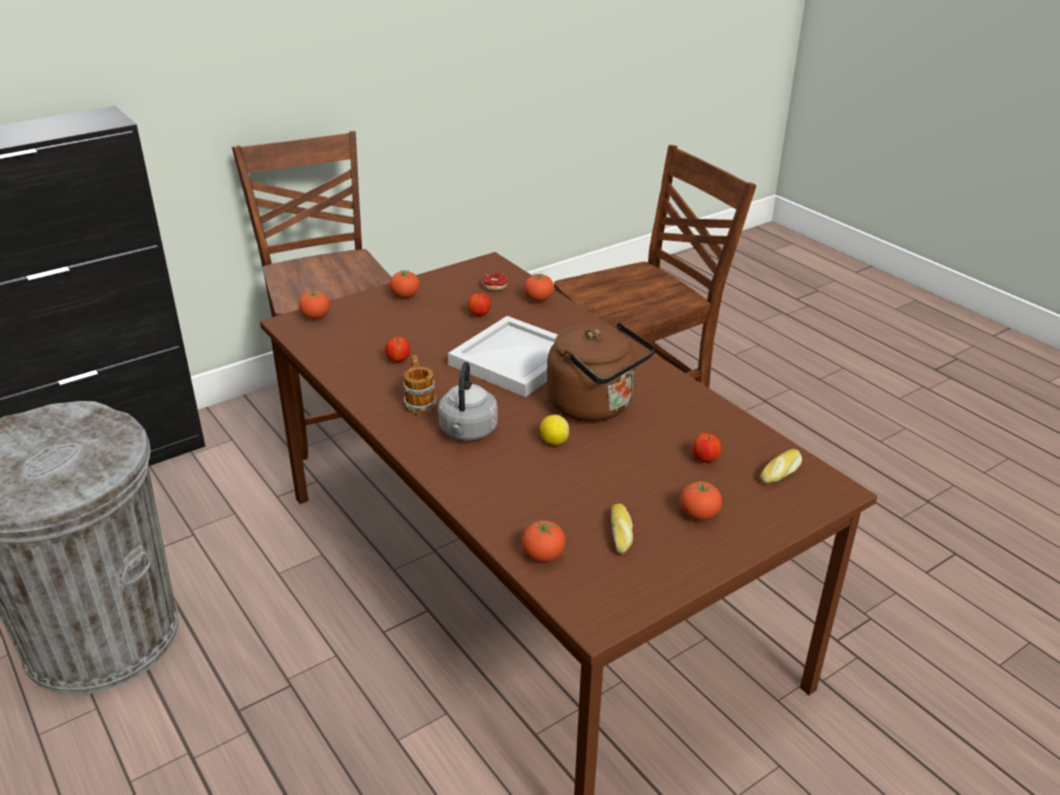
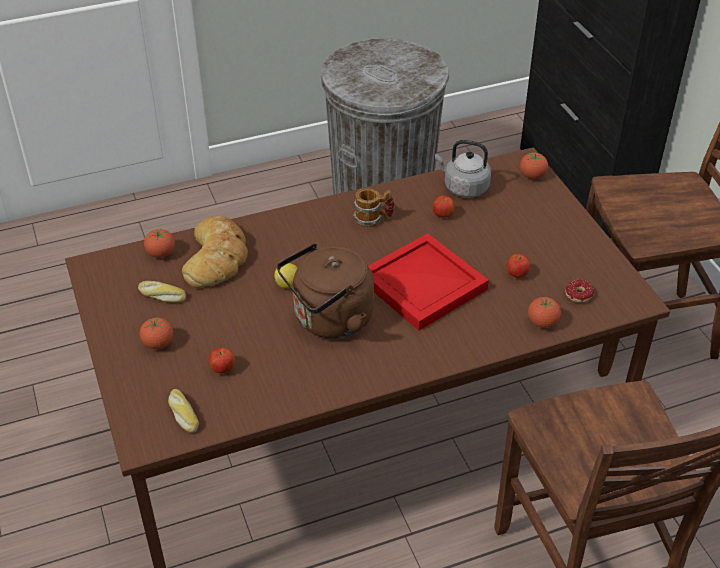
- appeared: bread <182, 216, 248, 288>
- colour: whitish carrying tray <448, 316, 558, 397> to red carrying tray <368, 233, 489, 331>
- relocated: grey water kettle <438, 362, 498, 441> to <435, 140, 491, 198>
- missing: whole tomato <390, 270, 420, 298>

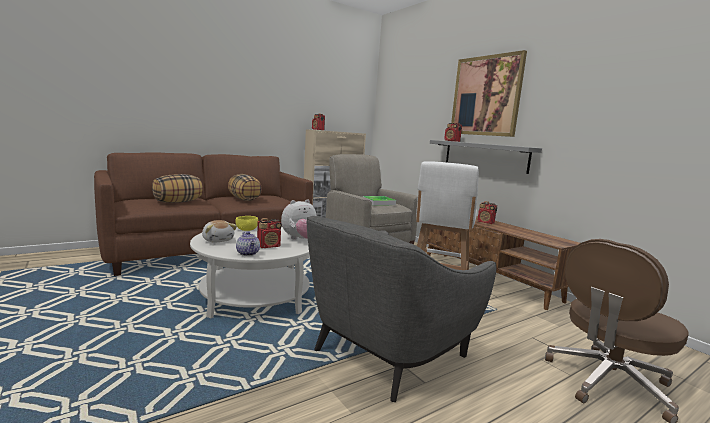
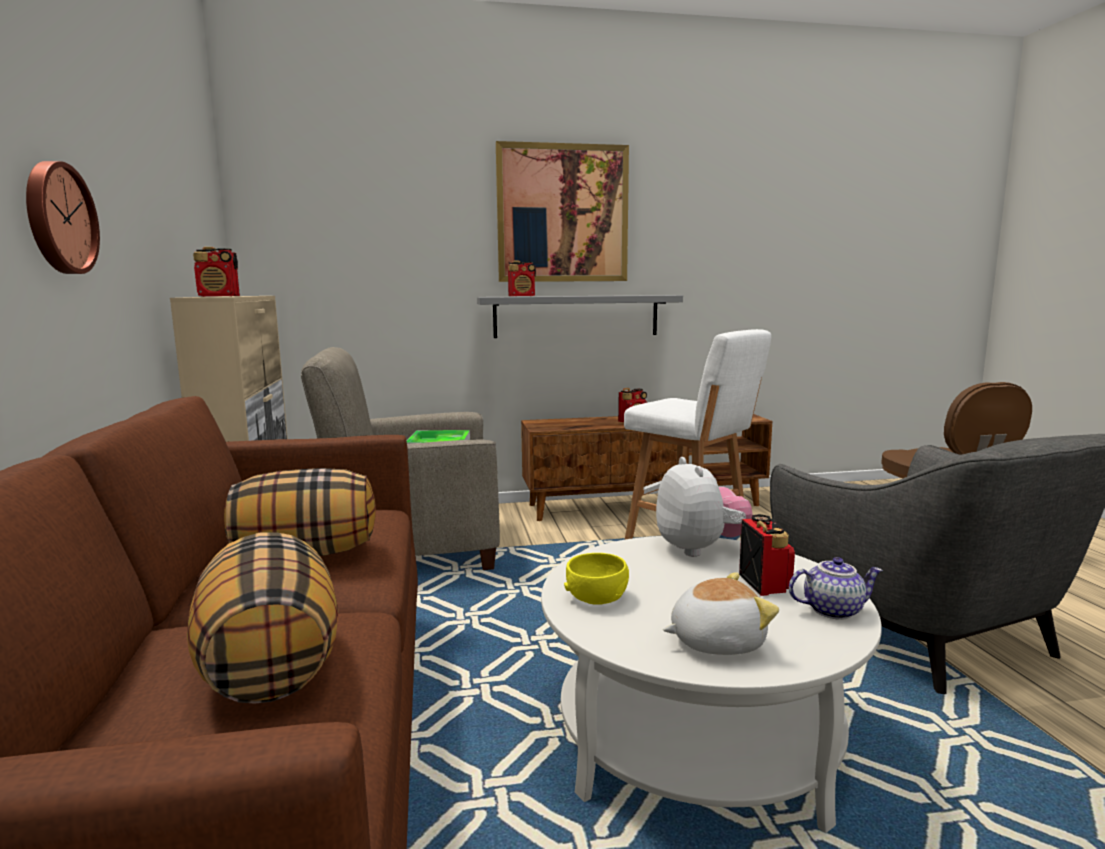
- appeared: wall clock <26, 161, 100, 274>

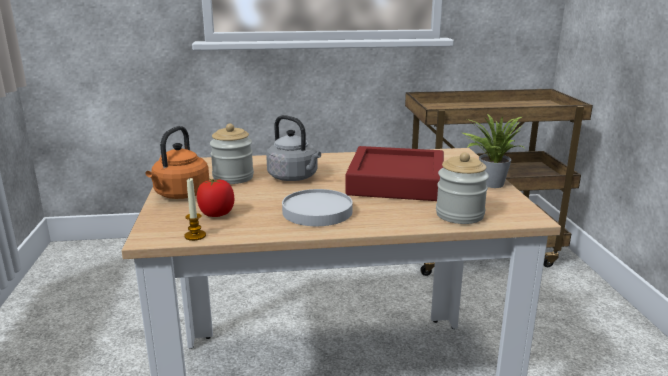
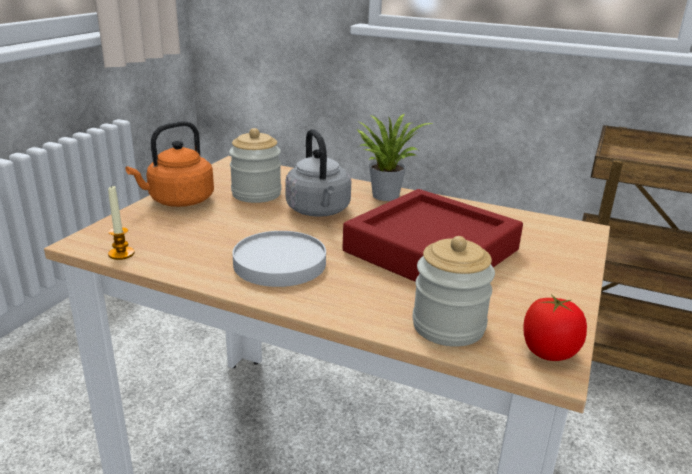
- relocated: houseplant <463, 114, 525, 188> to <357, 114, 433, 201>
- relocated: whole tomato <197, 178, 234, 217> to <523, 294, 587, 361>

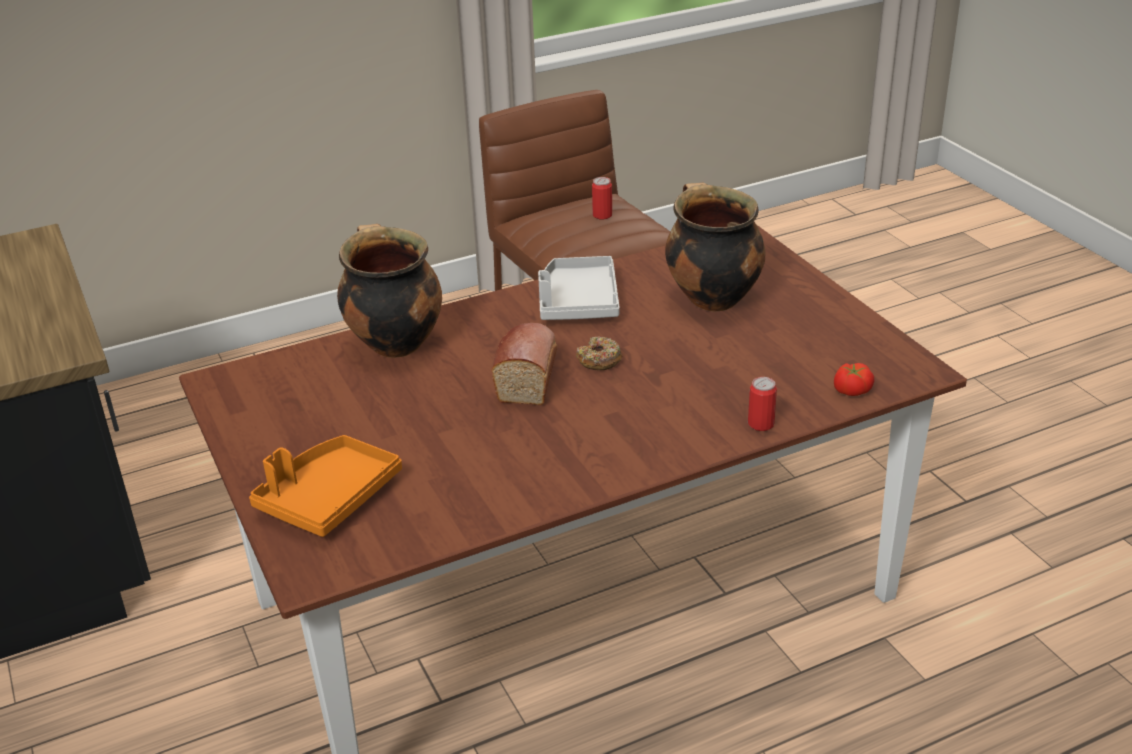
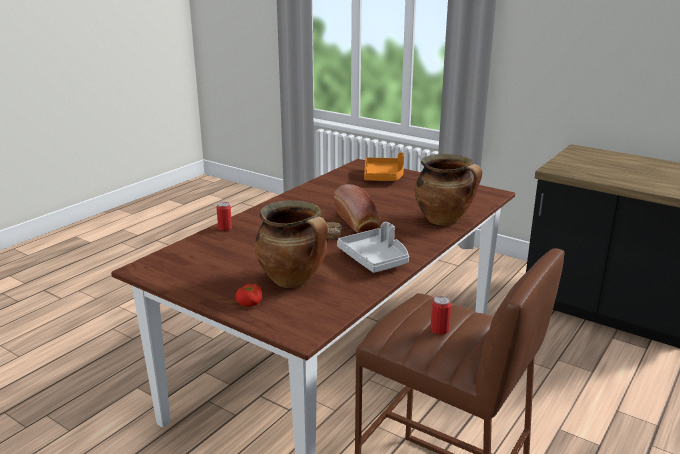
- relocated: whole tomato <834, 363, 875, 396> to <236, 284, 262, 307>

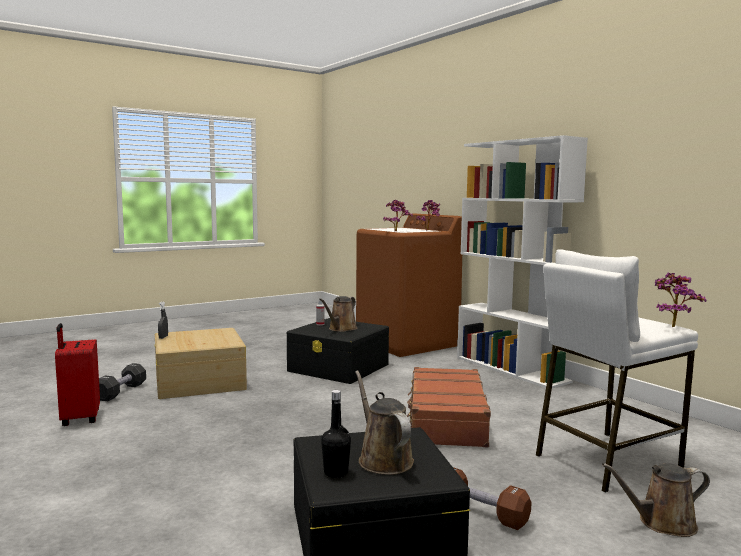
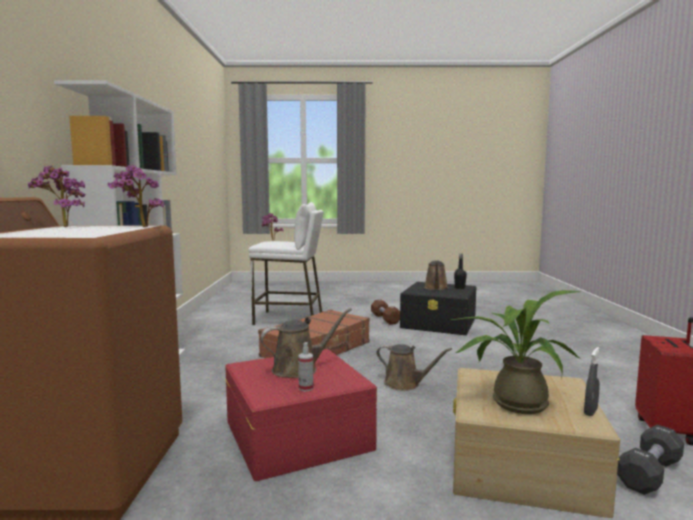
- colour: black storage container <287, 318, 389, 384> to red storage container <225, 349, 377, 481>
- relocated: brown-coloured watering pot <602, 463, 710, 537> to <376, 344, 452, 391>
- appeared: houseplant <451, 290, 581, 414>

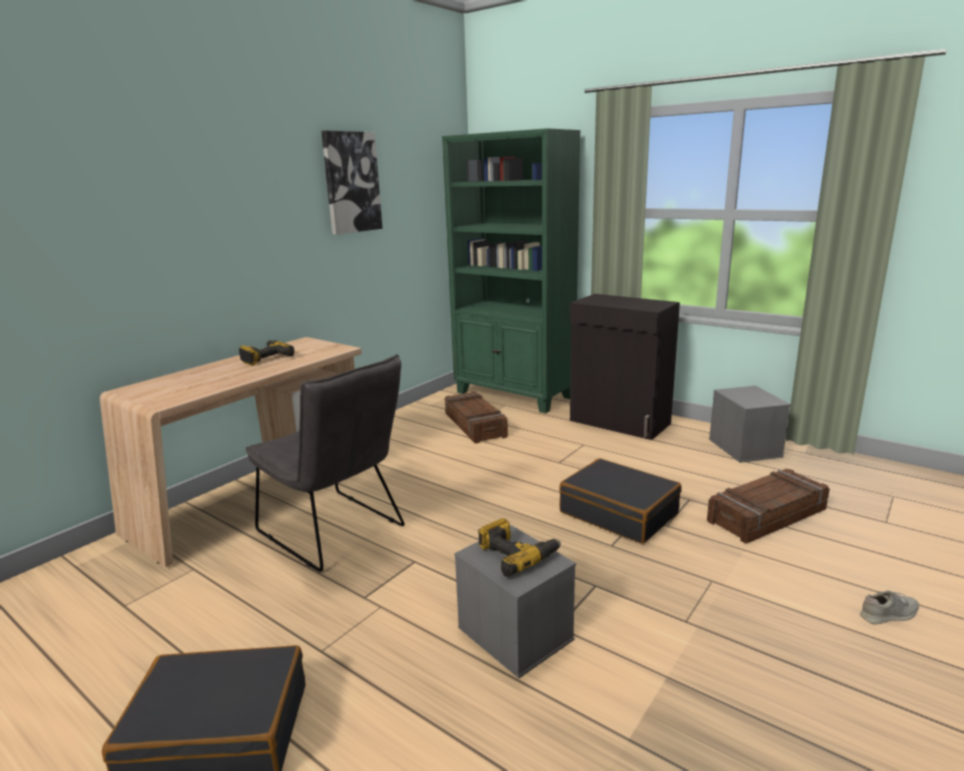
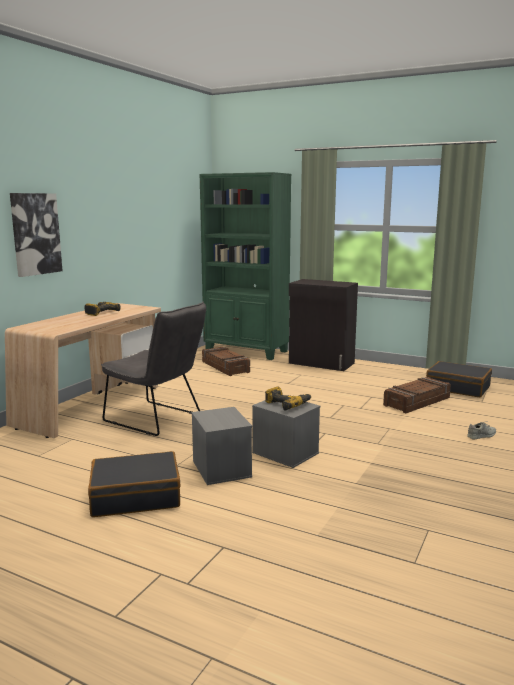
- relocated: picture <321, 131, 383, 235> to <10, 193, 63, 277>
- relocated: grey storage container <709, 386, 791, 463> to <192, 407, 252, 485>
- relocated: black piece of luggage <559, 458, 682, 544> to <426, 361, 492, 397>

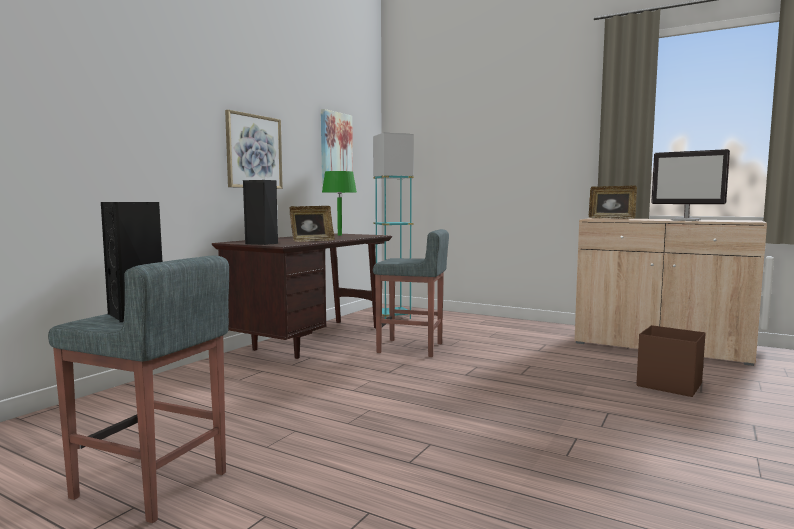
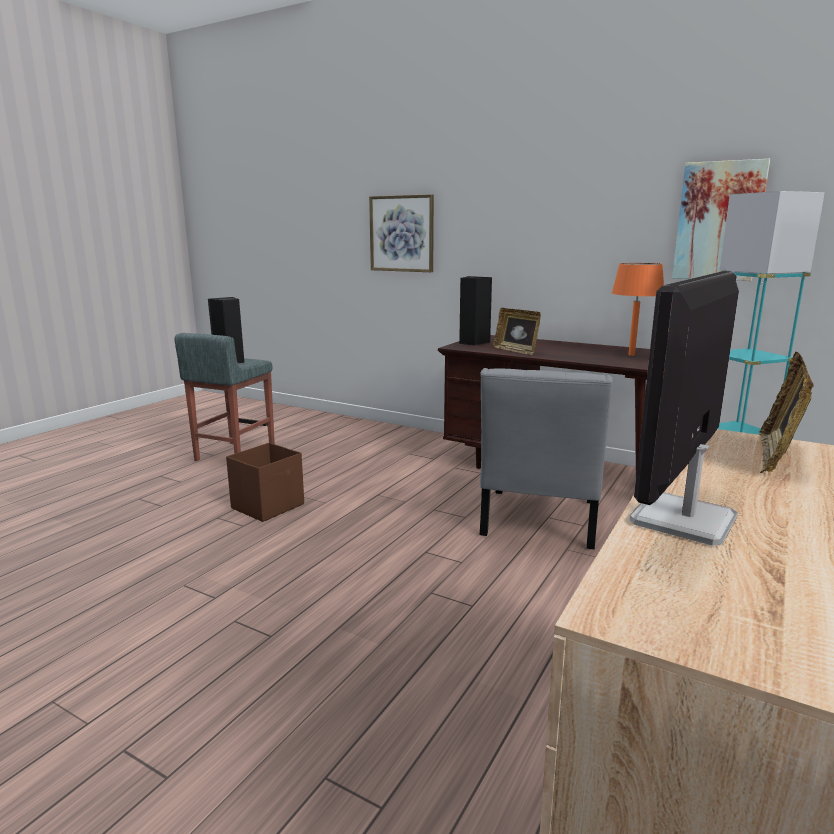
- relocated: brown-coloured storage container <636, 325, 705, 397> to <226, 443, 304, 522>
- relocated: picture <225, 110, 283, 189> to <369, 194, 434, 272>
- exchanged: grey stool seat <373, 229, 449, 357> to grey chair <480, 368, 613, 549>
- colour: green-coloured lamp for a table <322, 171, 357, 236> to orange-coloured lamp for a table <612, 263, 664, 356>

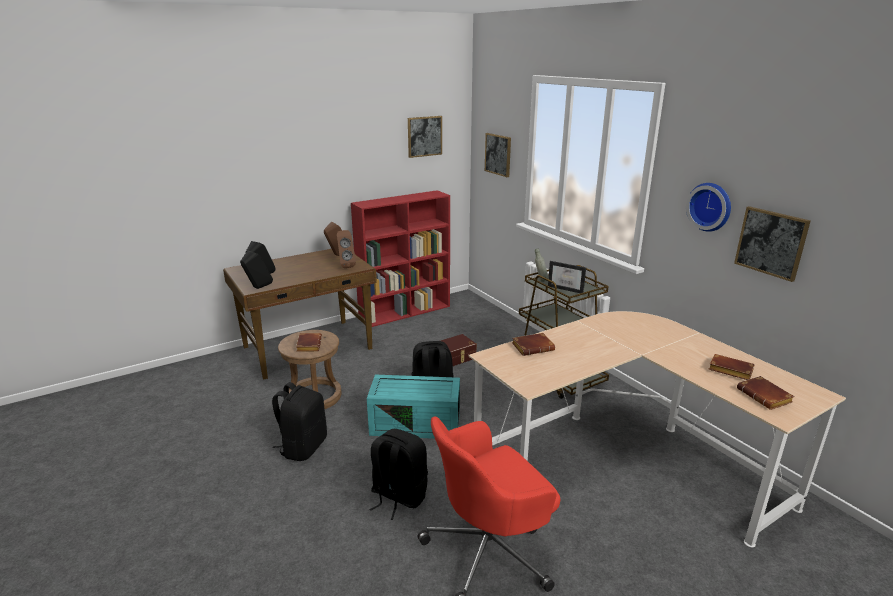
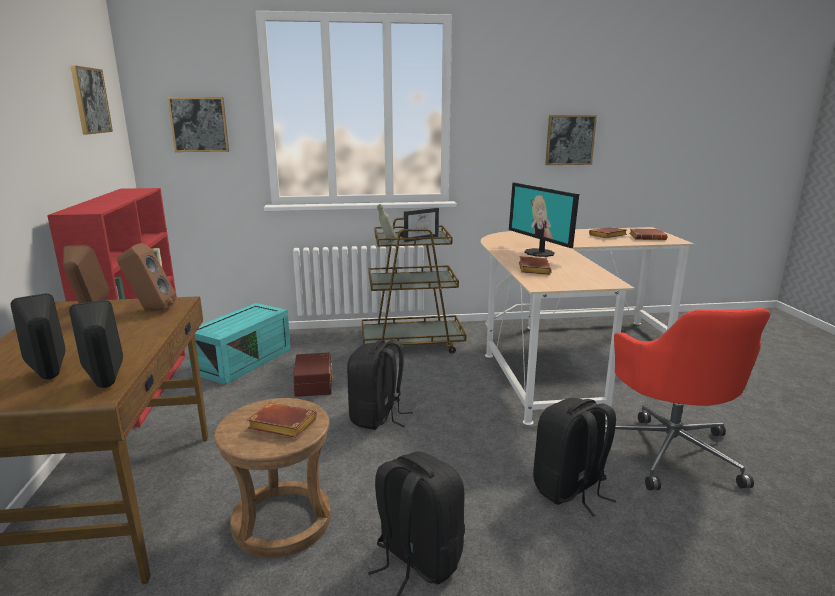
- relocated: blue-green storage container <367, 374, 460, 439> to <188, 303, 291, 385>
- appeared: computer display <509, 183, 579, 257>
- missing: wall clock <686, 183, 731, 232>

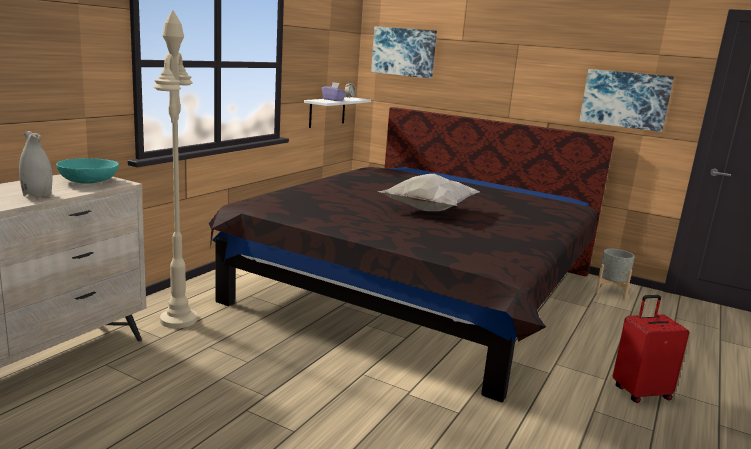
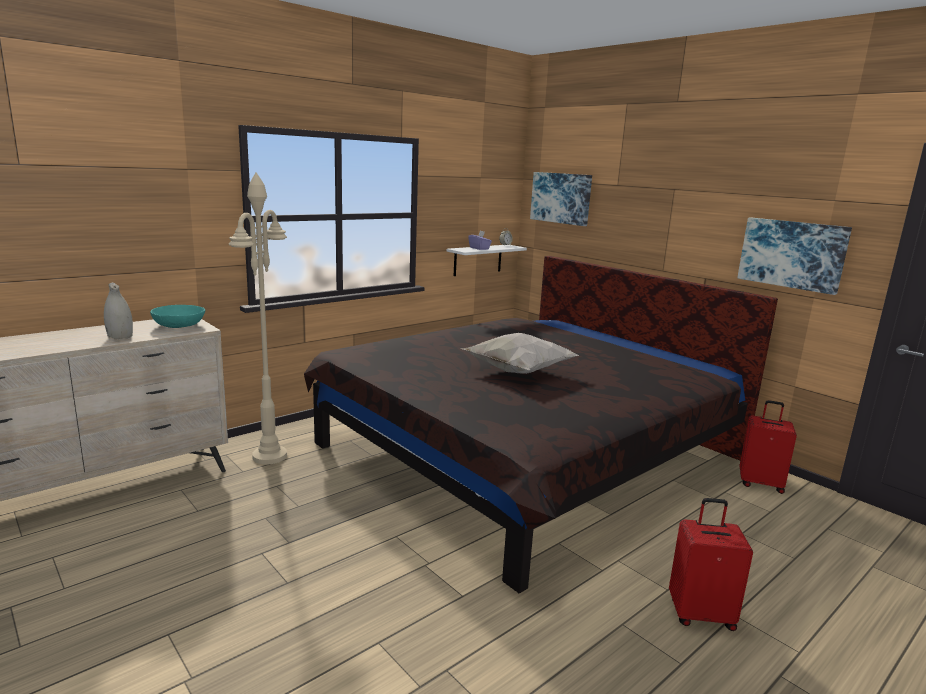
- exchanged: grey planter <595, 249, 635, 300> to red piece of luggage <740, 400, 797, 494>

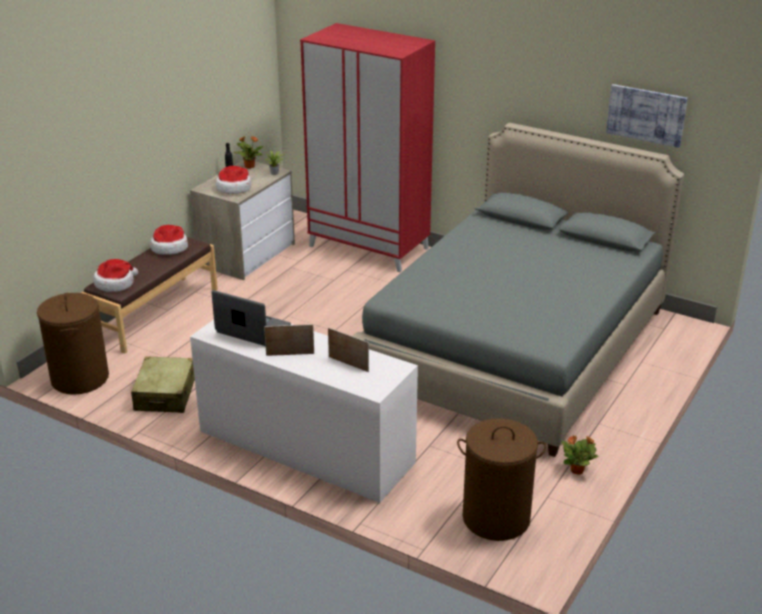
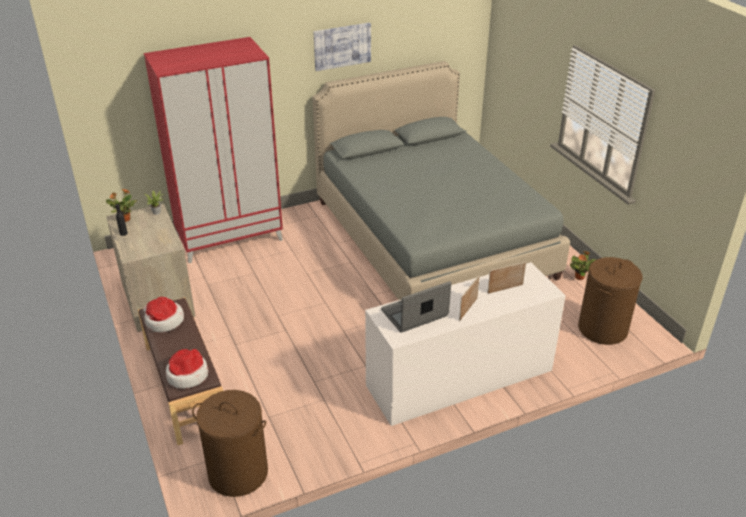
- relocated: picture <606, 84, 688, 148> to <314, 23, 371, 71>
- missing: beige piece of luggage <131, 356, 195, 413>
- missing: hat <216, 166, 251, 194>

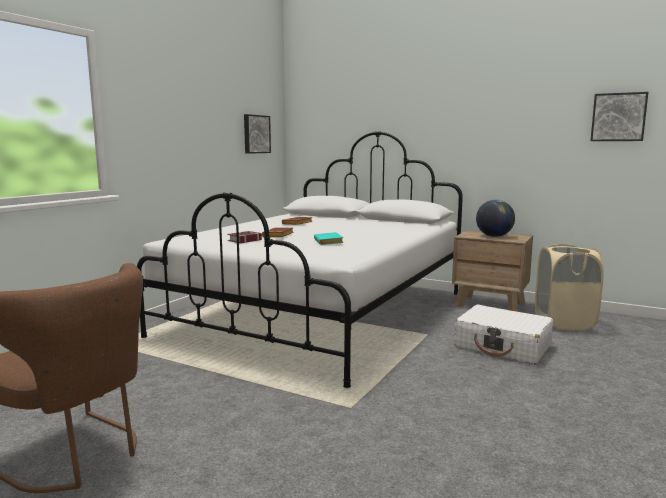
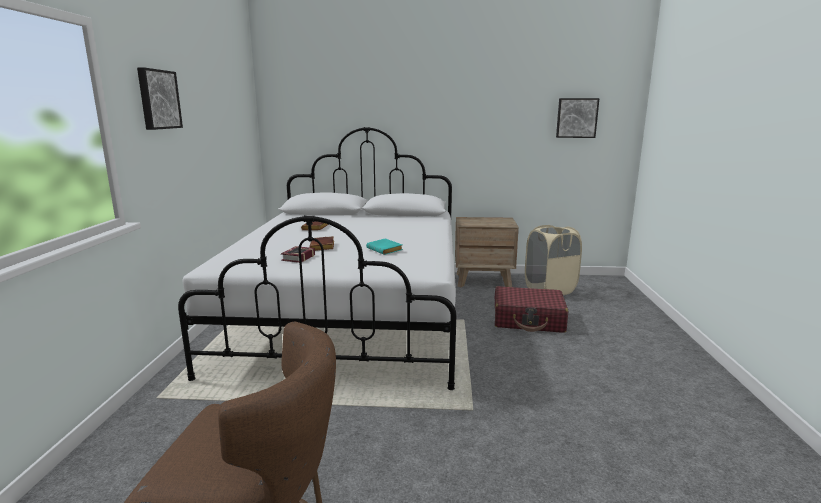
- relocated: picture <244, 114, 271, 154> to <137, 67, 183, 130>
- colour: whitish piece of luggage <455, 304, 553, 365> to red piece of luggage <495, 286, 568, 333>
- missing: globe <476, 200, 515, 237>

